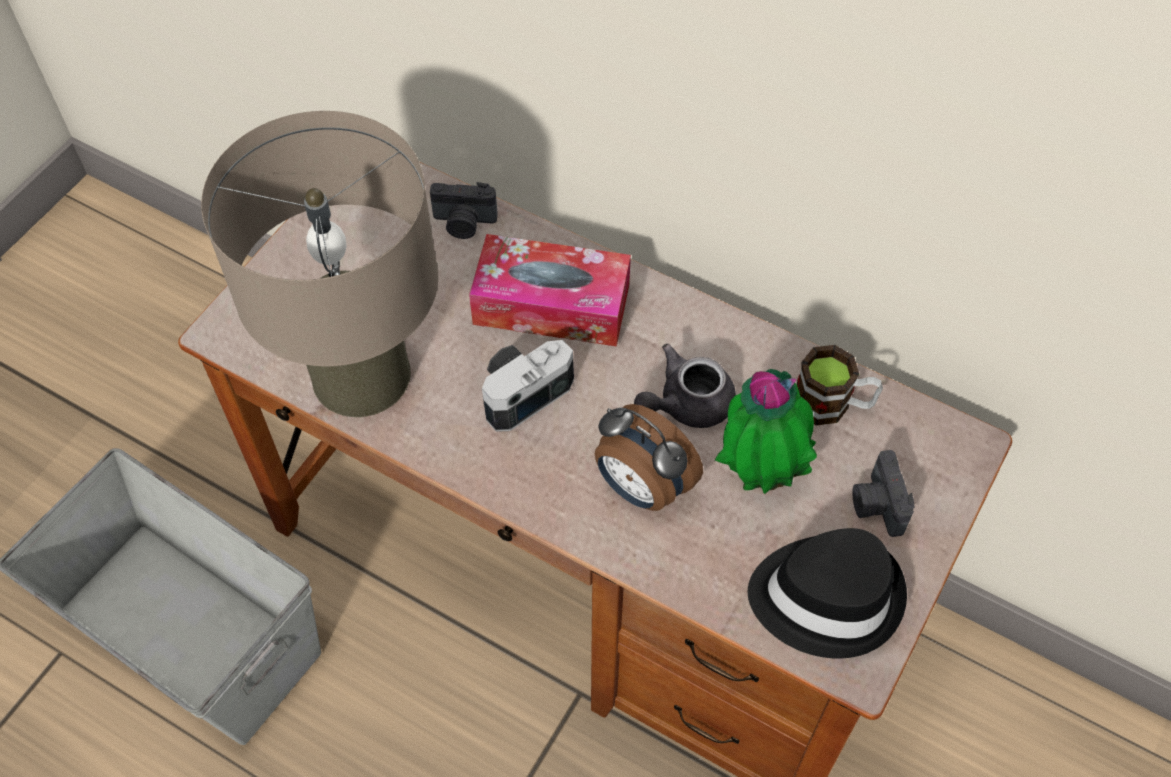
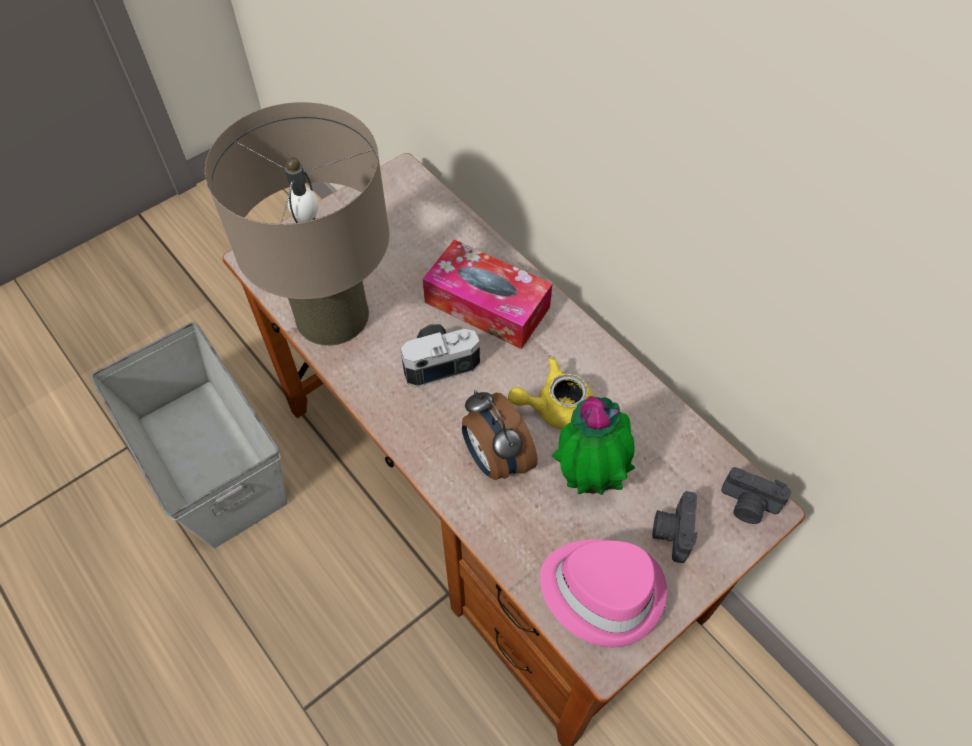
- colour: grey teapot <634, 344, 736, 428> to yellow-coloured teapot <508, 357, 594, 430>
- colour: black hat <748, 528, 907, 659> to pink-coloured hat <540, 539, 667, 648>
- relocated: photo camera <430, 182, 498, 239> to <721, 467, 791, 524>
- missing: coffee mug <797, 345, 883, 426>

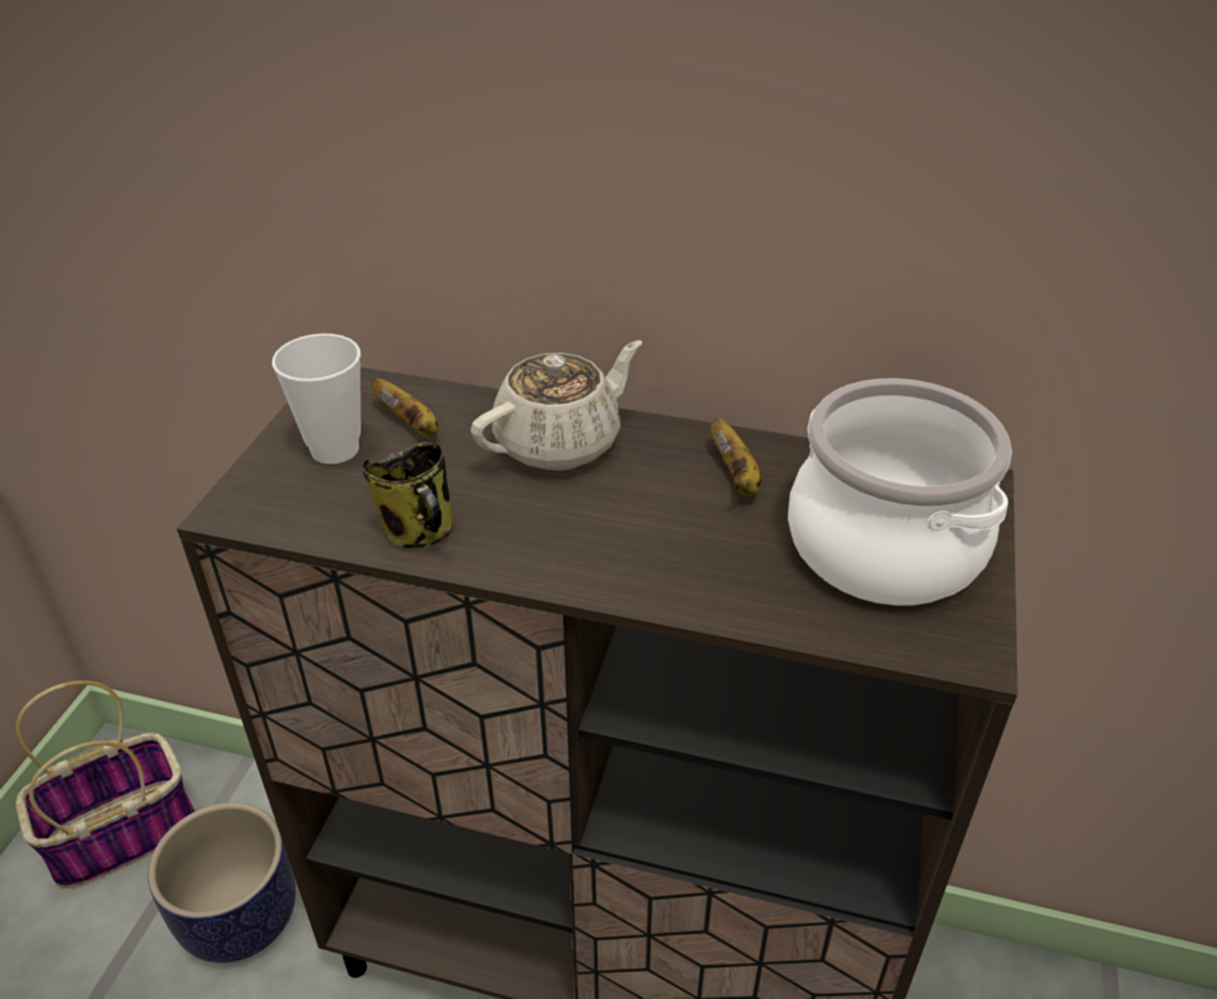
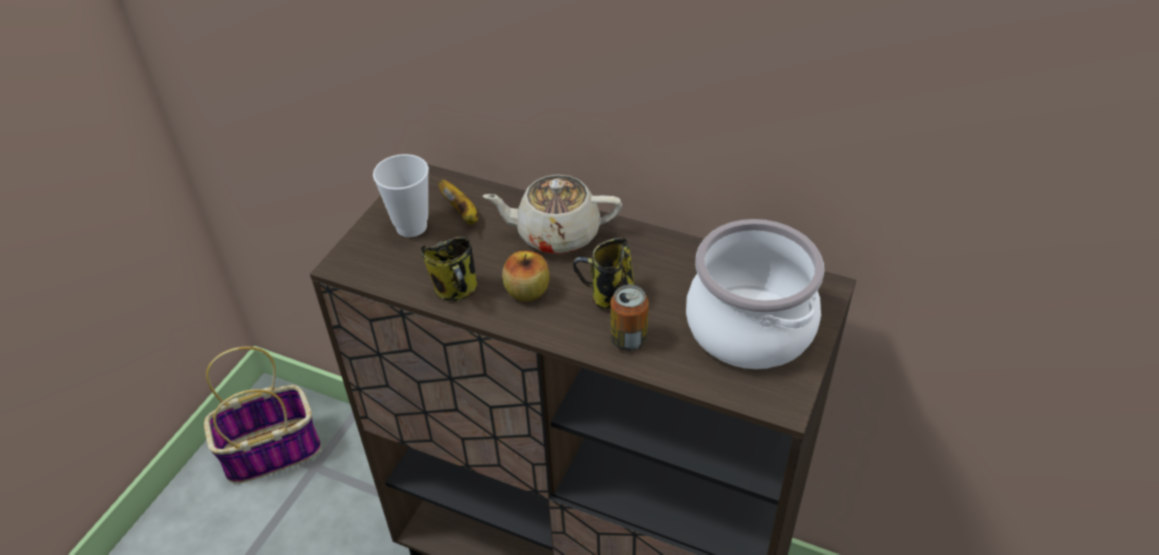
- spun: beige teapot <470, 340, 642, 471> = <483, 175, 622, 254> 150 degrees counterclockwise
- appeared: whole apple <502, 251, 549, 301>
- appeared: coffee mug <573, 237, 634, 310>
- appeared: can <610, 284, 649, 351>
- missing: planter <148, 802, 296, 963>
- missing: banana fruit <711, 418, 761, 496>

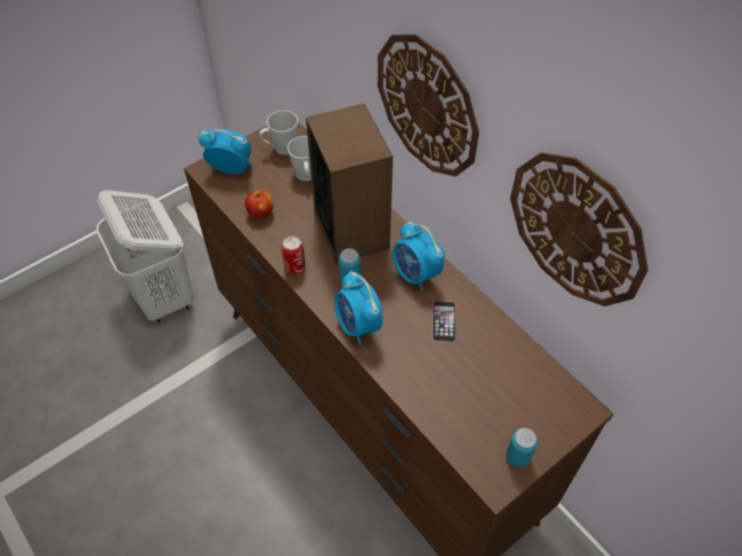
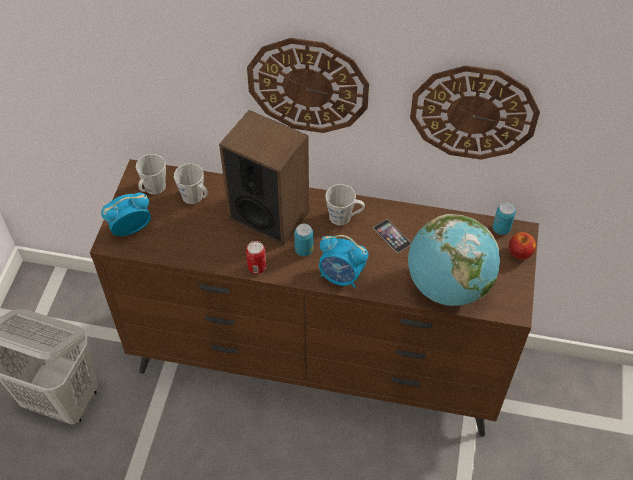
- exchanged: table clock <393, 221, 445, 292> to grey coffee mug <325, 184, 365, 226>
- appeared: globe <408, 214, 500, 306>
- relocated: can <506, 428, 538, 467> to <493, 202, 516, 235>
- relocated: whole apple <245, 190, 274, 219> to <509, 232, 536, 260>

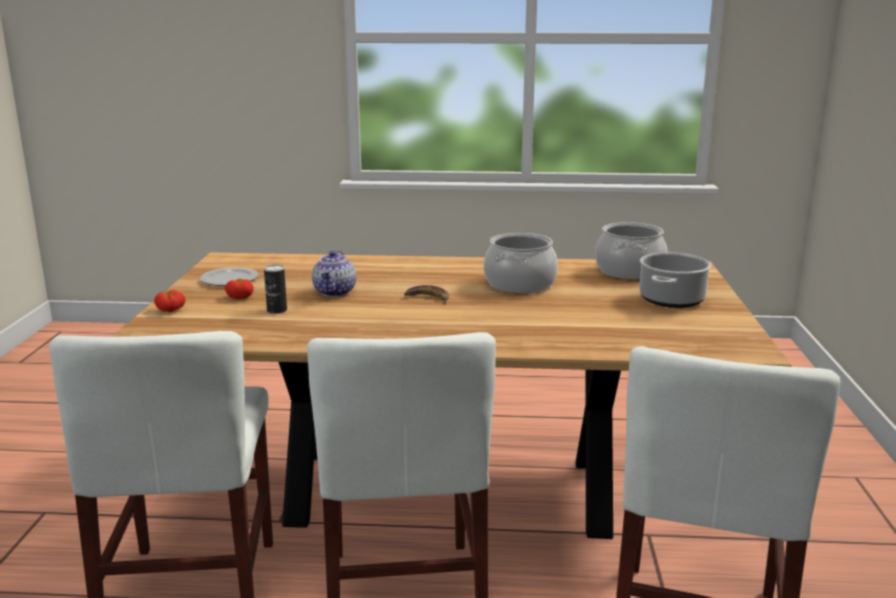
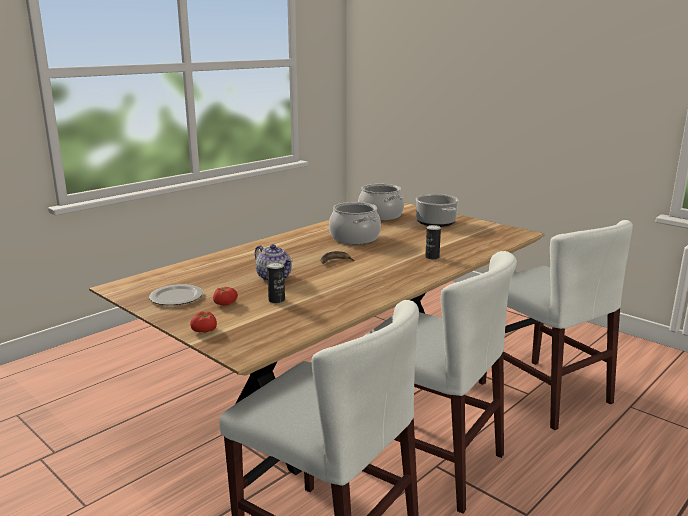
- appeared: can <425, 225, 441, 260>

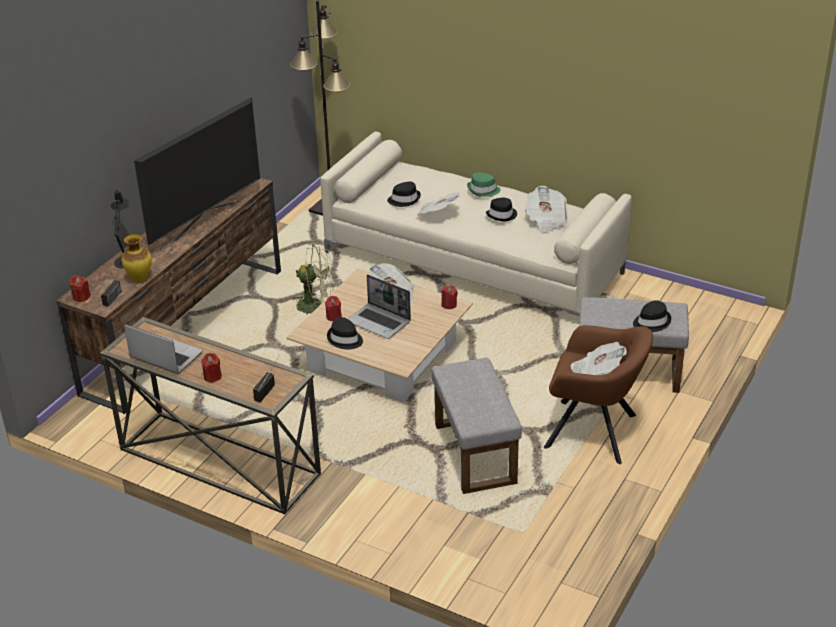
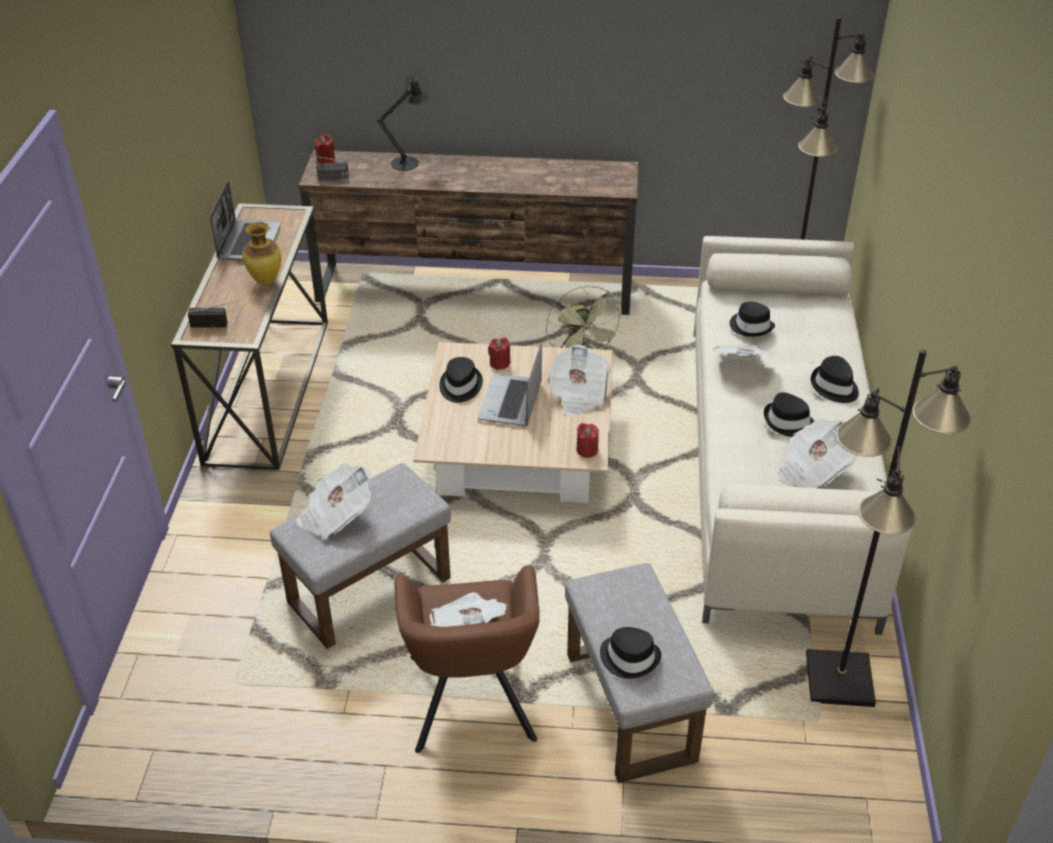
- relocated: decorative vase <121, 234, 152, 282> to <242, 222, 282, 285>
- appeared: printed paper <296, 463, 371, 540>
- appeared: black floor lamp <806, 349, 971, 707>
- colour: green-coloured hat <467, 172, 500, 197> to black hat <811, 356, 859, 403>
- missing: TV <134, 97, 260, 246>
- missing: red wax light <201, 353, 222, 382>

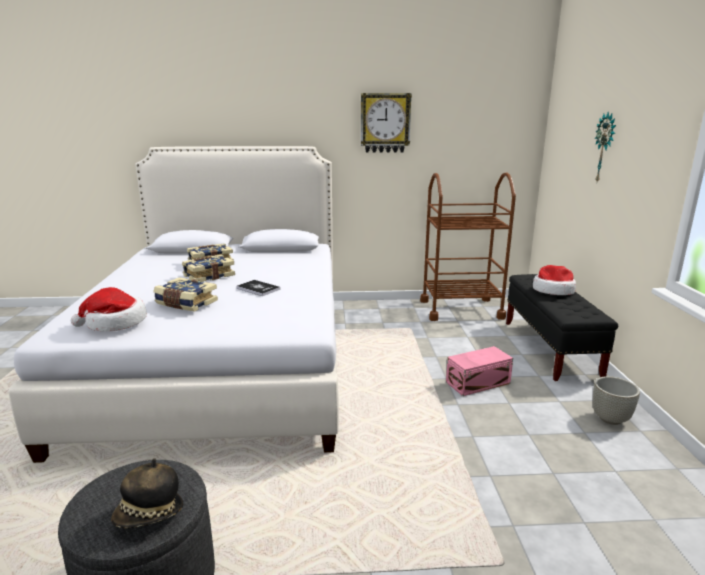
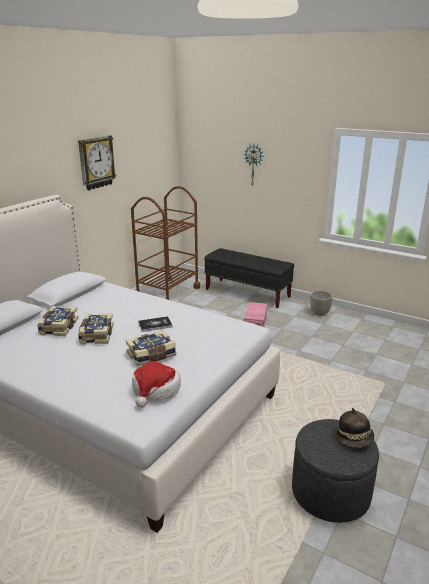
- missing: hat <533, 265, 576, 295>

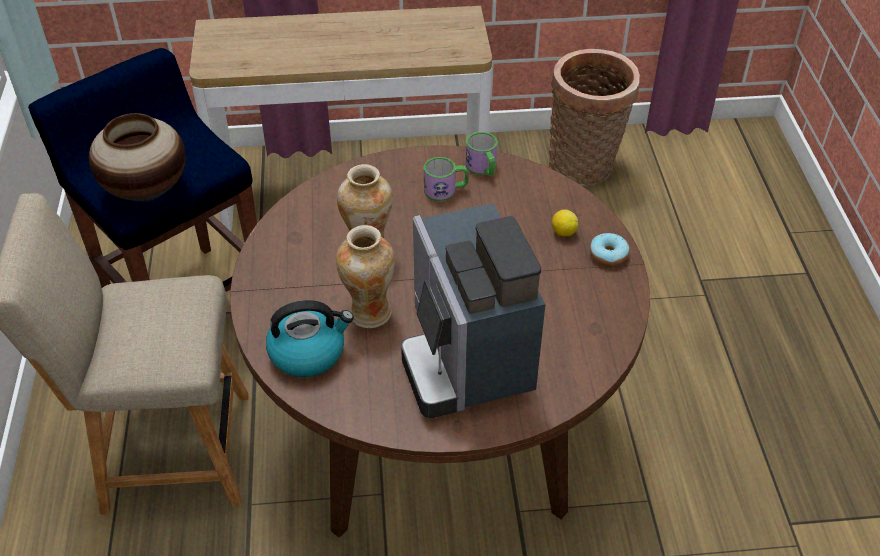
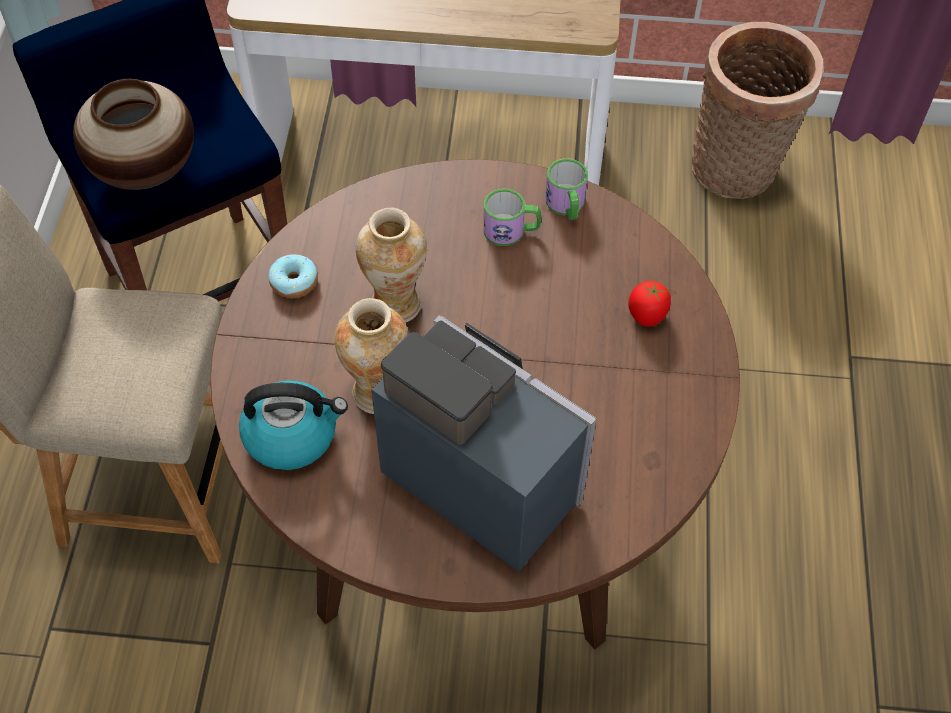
- relocated: donut <590, 233, 629, 266> to <269, 254, 318, 298>
- spun: coffee brewer <401, 203, 545, 418> = <371, 315, 596, 572> 135 degrees clockwise
- exchanged: whole lemon <552, 209, 578, 236> to whole tomato <628, 281, 671, 327>

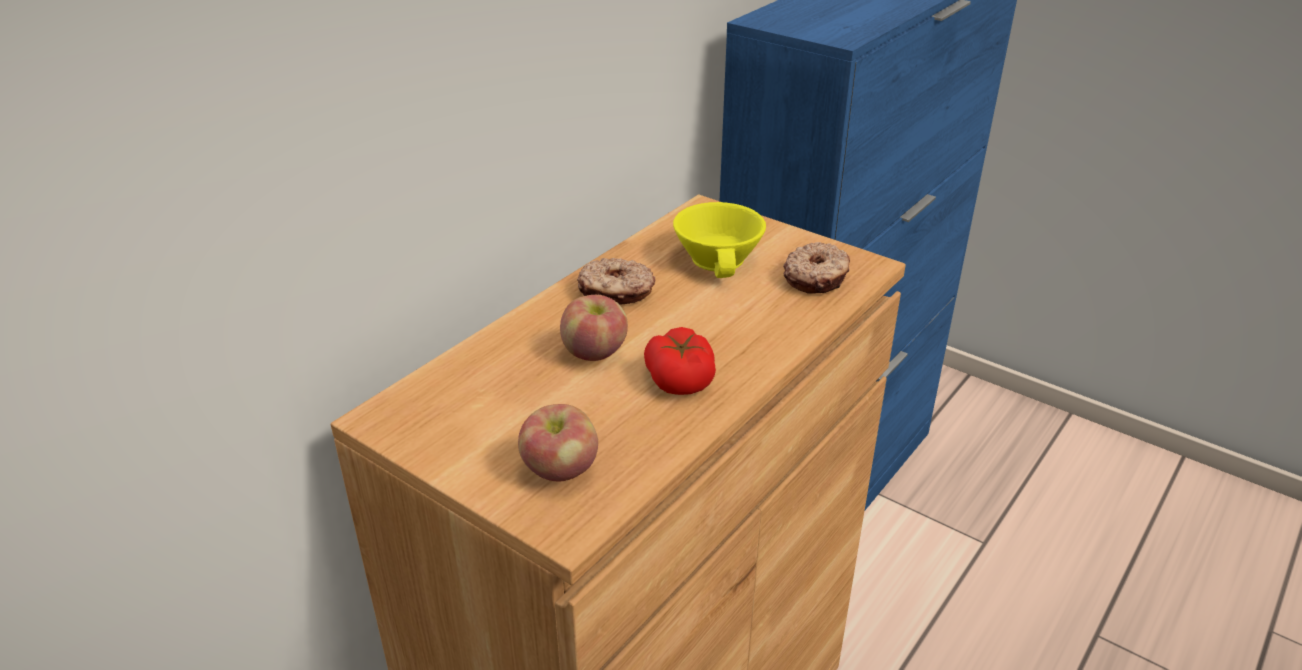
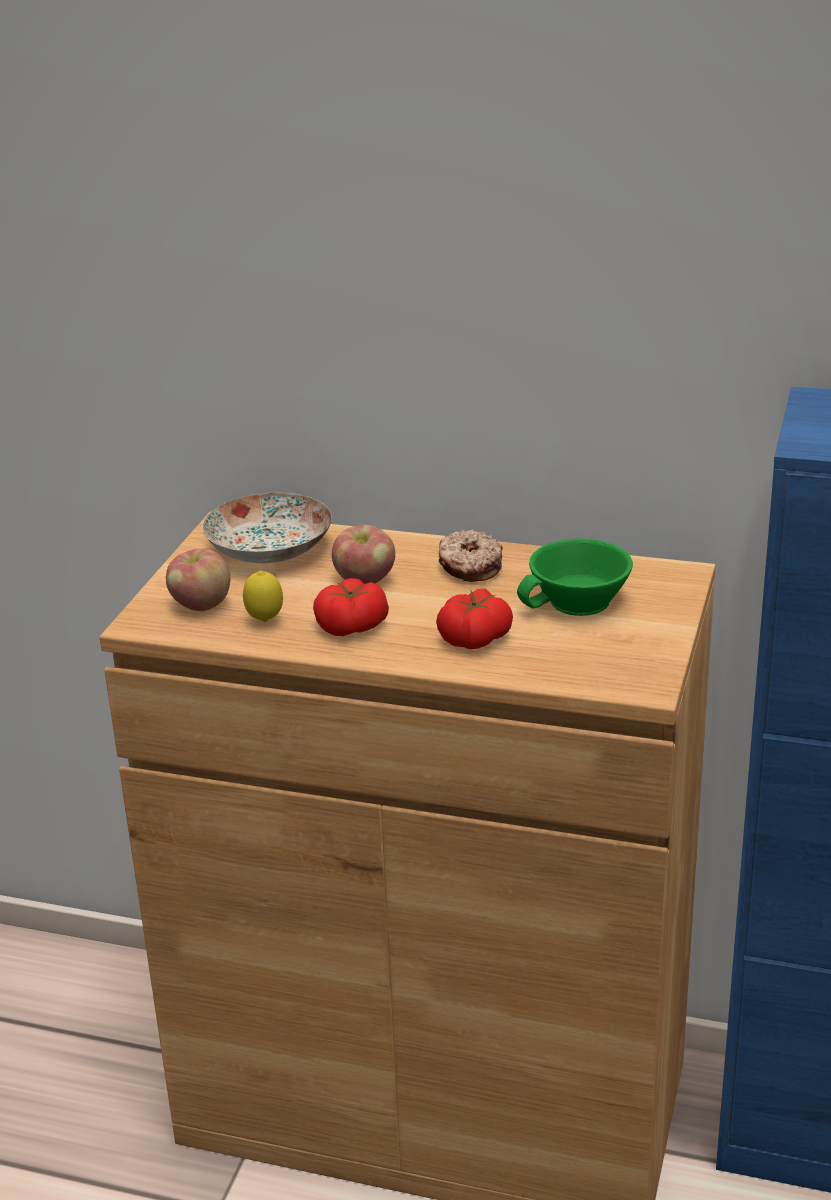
- appeared: flat dish <202, 493, 332, 563>
- appeared: whole lemon <243, 571, 283, 622>
- appeared: whole tomato <436, 589, 513, 649>
- colour: yellow-coloured drinking cup <673, 202, 766, 278> to green-coloured drinking cup <517, 539, 633, 616>
- missing: donut <783, 242, 850, 294>

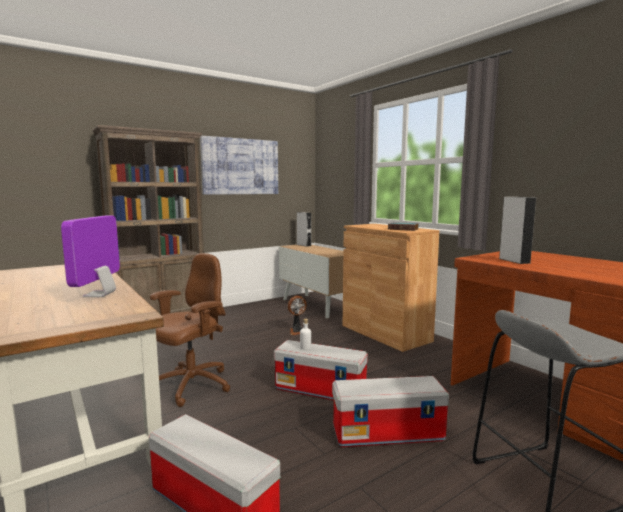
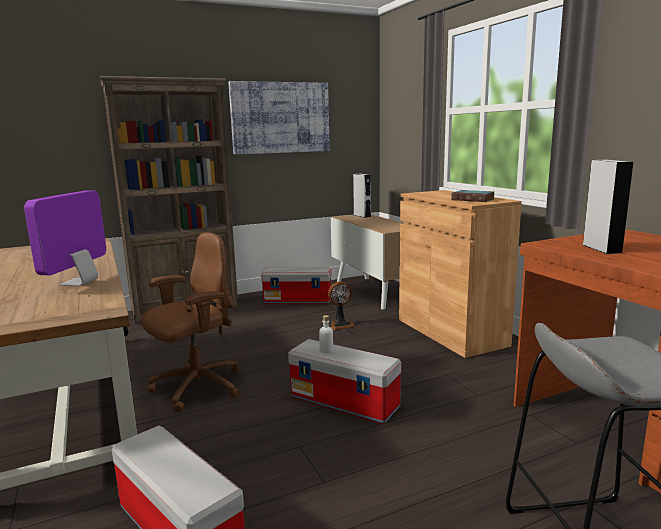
- relocated: storage container <332, 376, 449, 447> to <261, 267, 332, 304>

